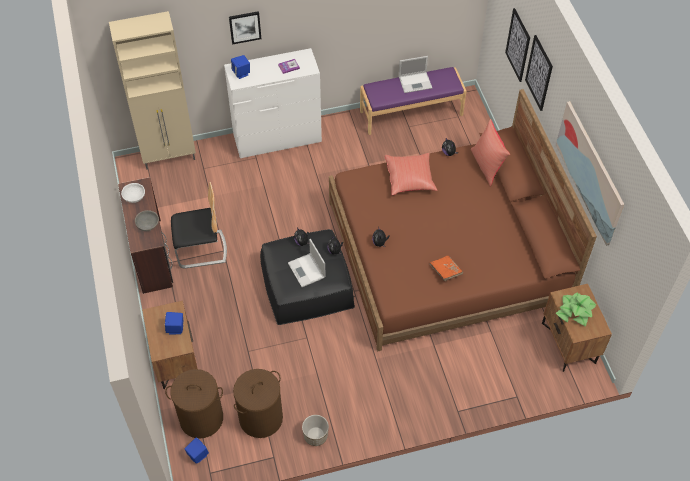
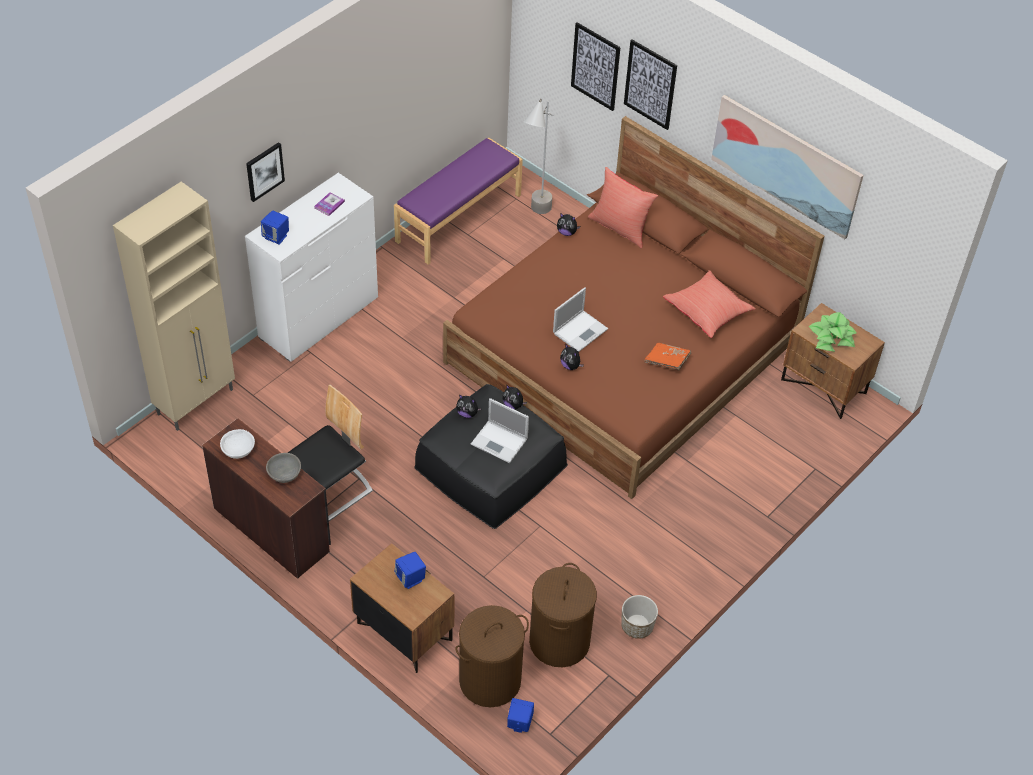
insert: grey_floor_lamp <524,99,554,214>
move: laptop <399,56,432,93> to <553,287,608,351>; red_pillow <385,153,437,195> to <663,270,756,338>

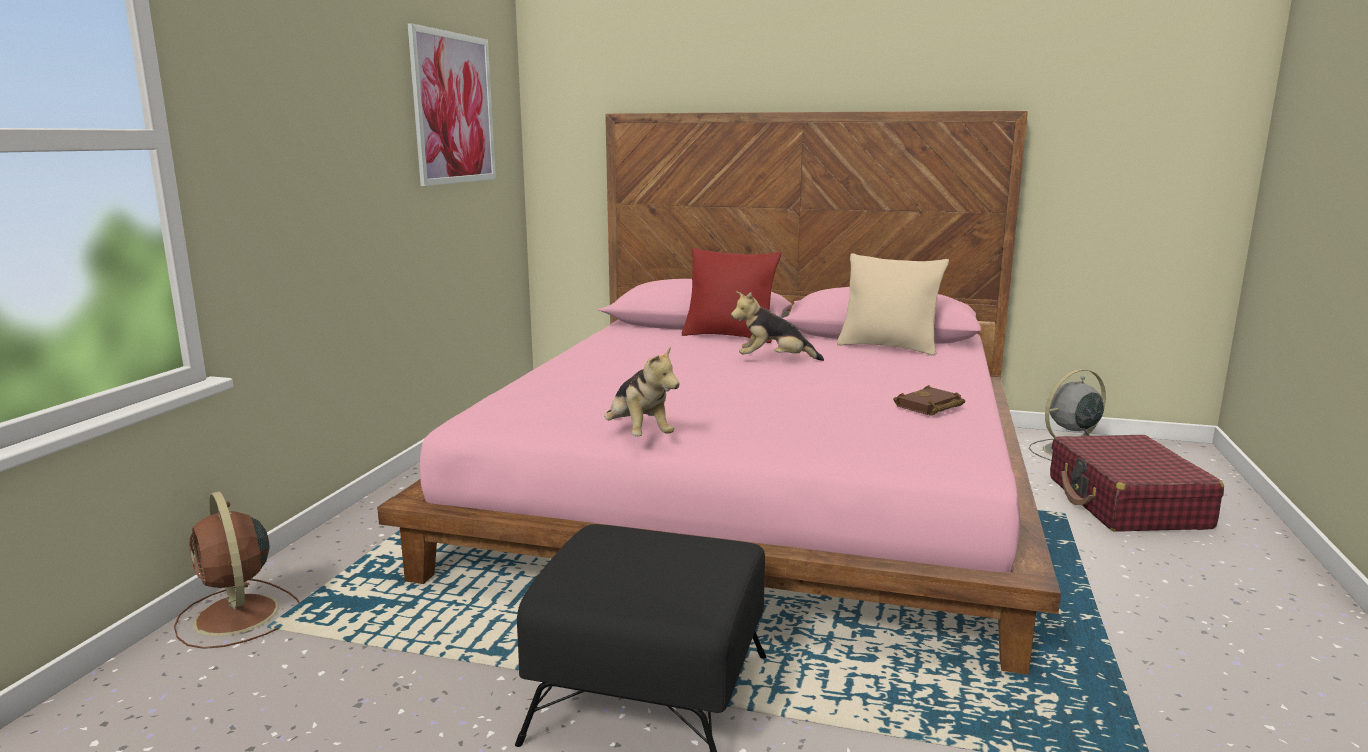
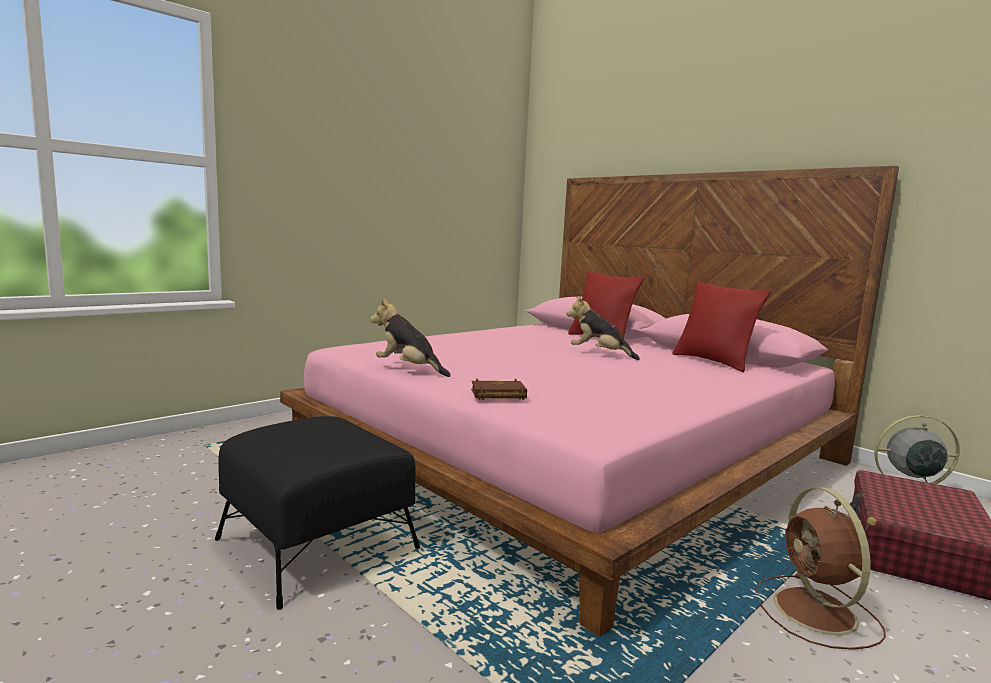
delete: picture <408,23,496,186>
move: brown_book <893,385,965,416> to <471,378,527,400>; brown_fan <174,491,300,649> to <755,487,886,650>
recolor: beige_pillow <837,253,949,356> to red_pillow <672,281,771,372>
rotate: plush_toy <604,346,679,436> = <370,298,451,377> 120 degrees clockwise

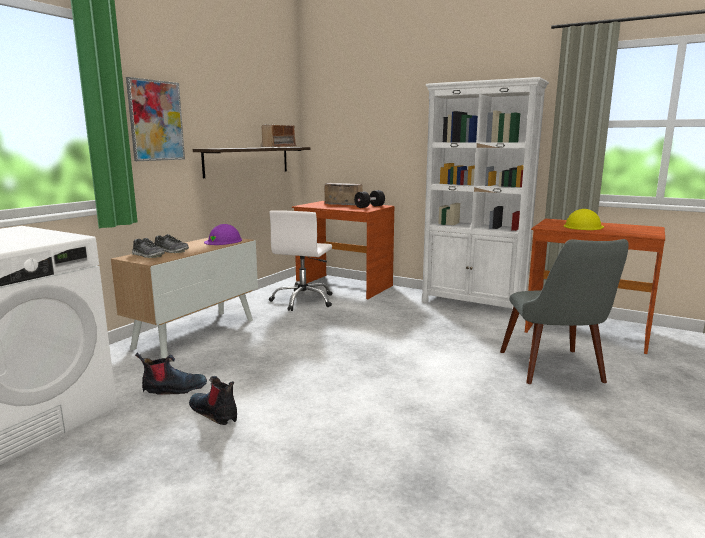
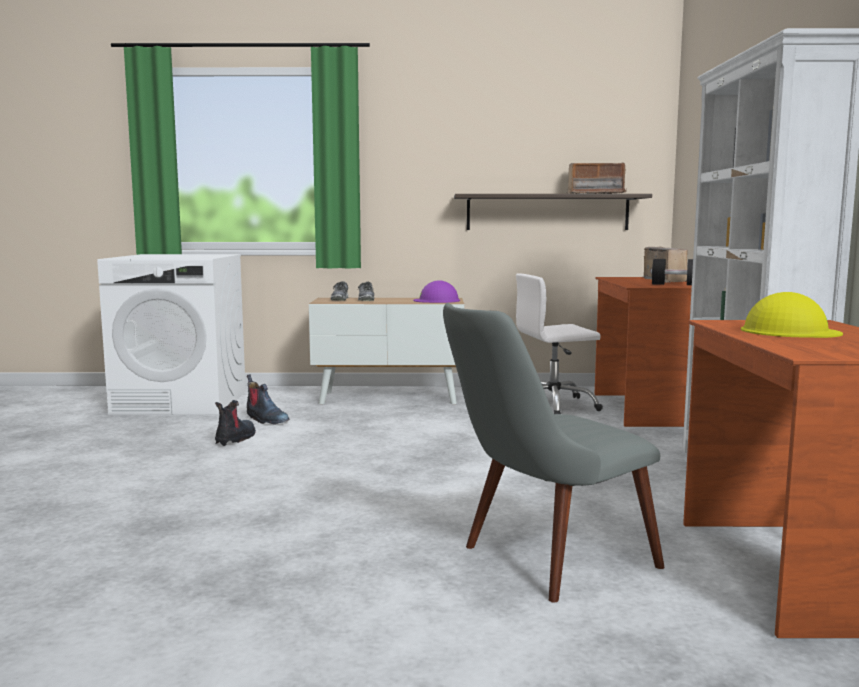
delete: picture <126,77,185,161>

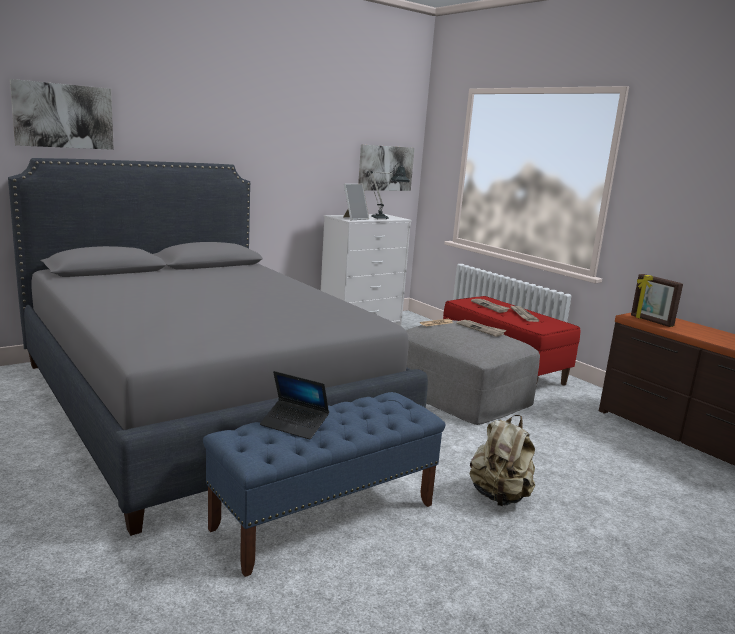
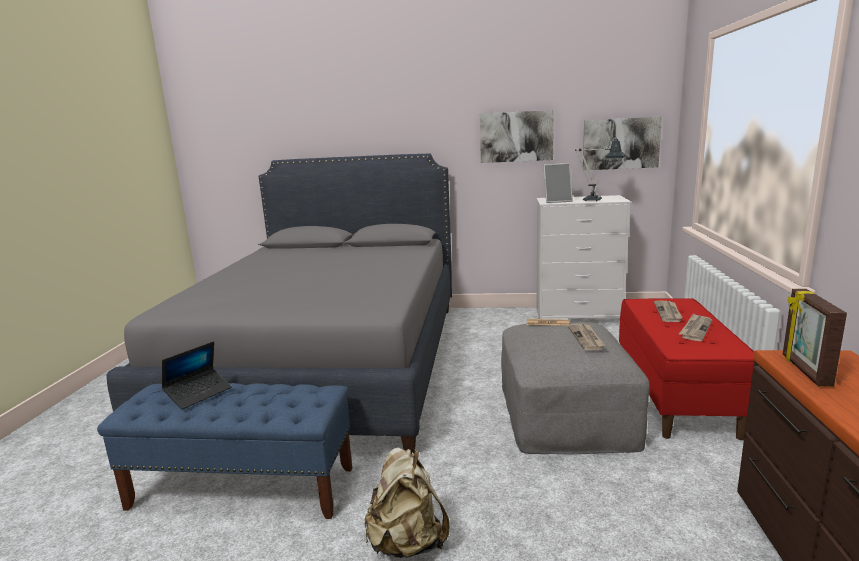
move: picture <10,79,114,150> to <480,110,554,163>
rotate: laptop <260,371,329,440> = <162,341,232,409> 120 degrees counterclockwise

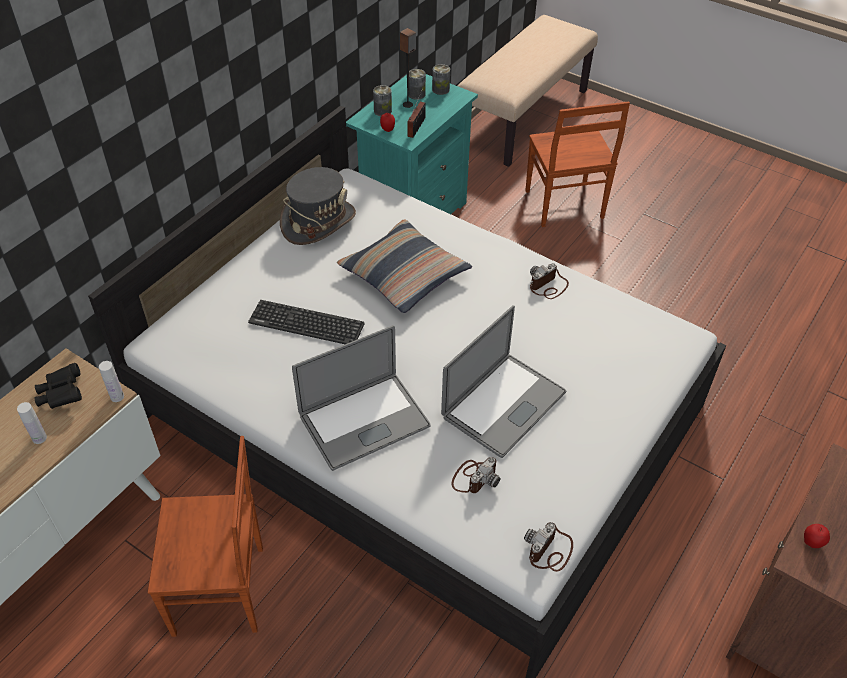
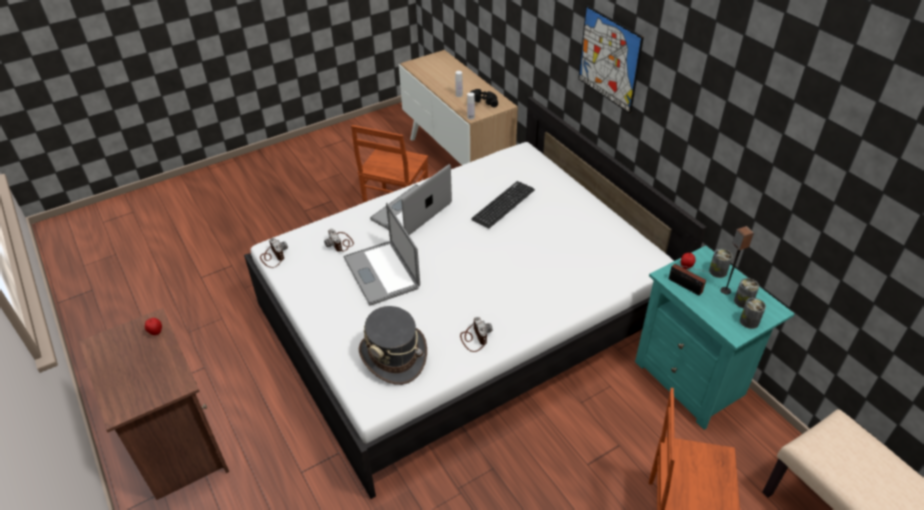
delete: pillow <337,219,472,313>
insert: picture <578,5,644,114>
move: grey_hat <280,167,356,245> to <359,306,427,385>
rotate: laptop <292,325,431,471> = <370,164,452,235> 45 degrees clockwise

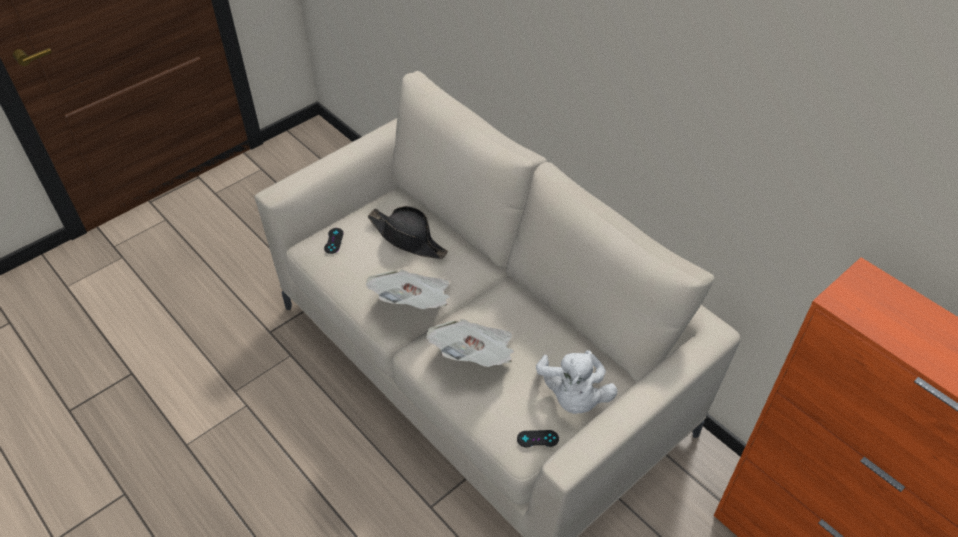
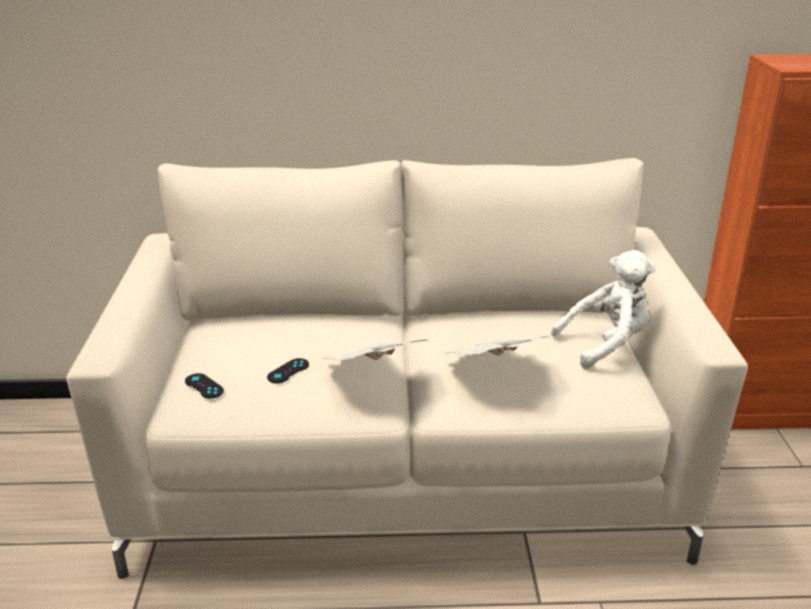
delete: black_hat <367,206,448,259>
move: black_game_controller <517,430,559,447> to <267,358,309,383>
rotate: white_plush_toy <536,350,618,414> = <551,250,656,369> 60 degrees counterclockwise

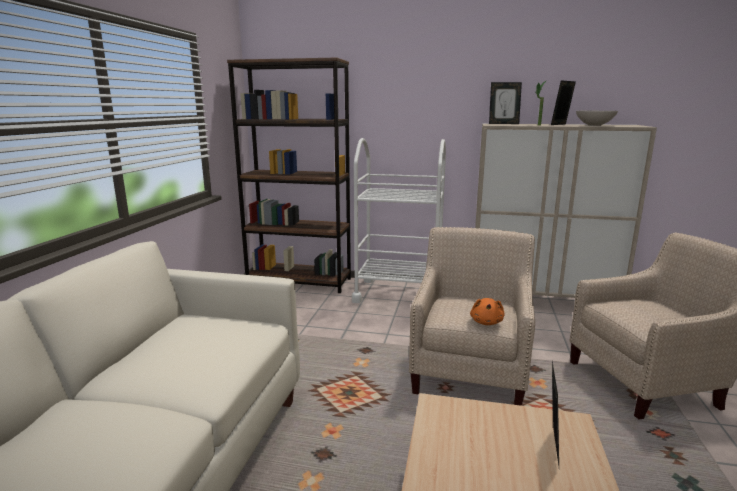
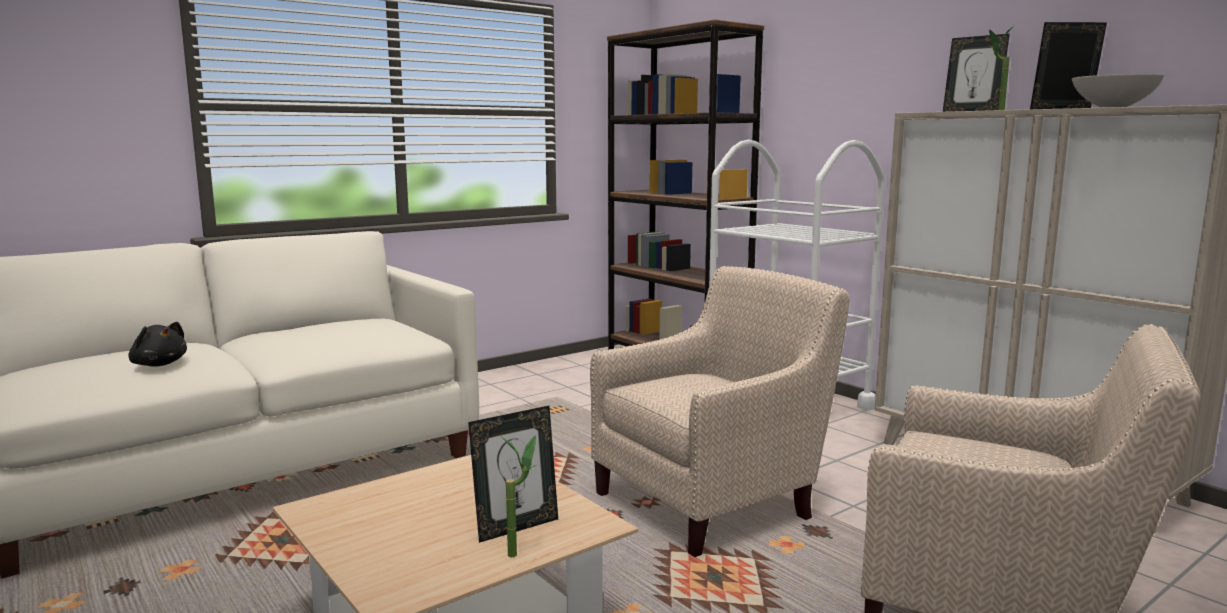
delete: orange_plush_toy <470,298,504,325>
insert: black_plush_toy <128,322,187,367>; potted_plant <502,435,537,558>

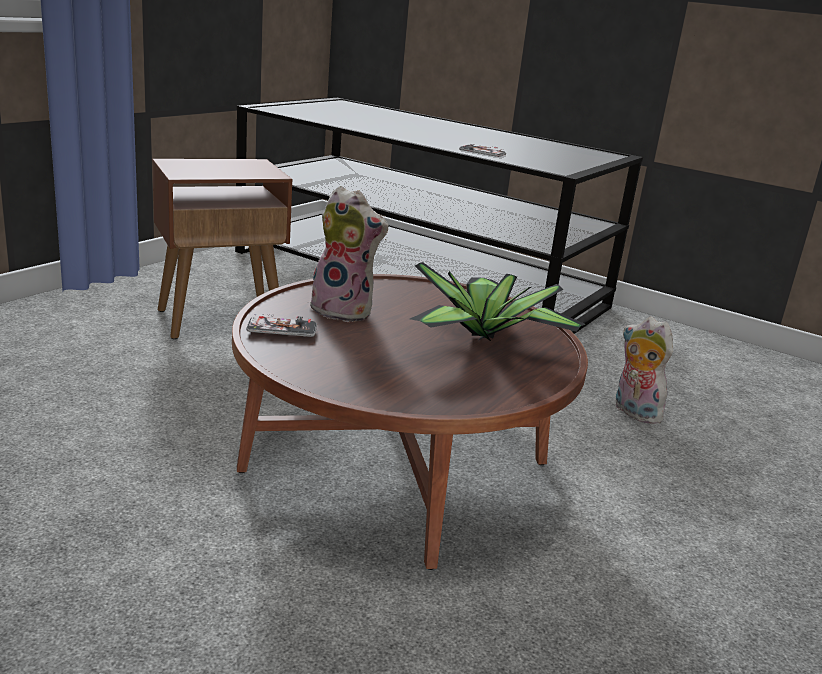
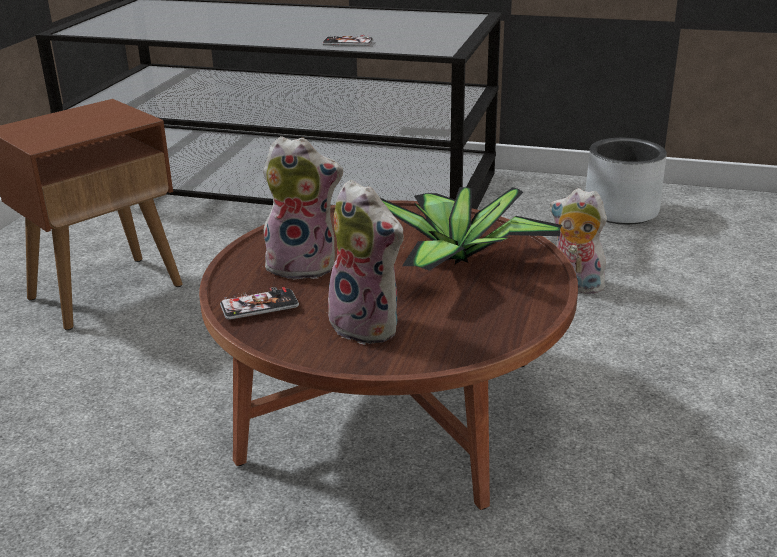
insert: plush_toy <327,180,405,345>; grey_planter <585,138,667,225>

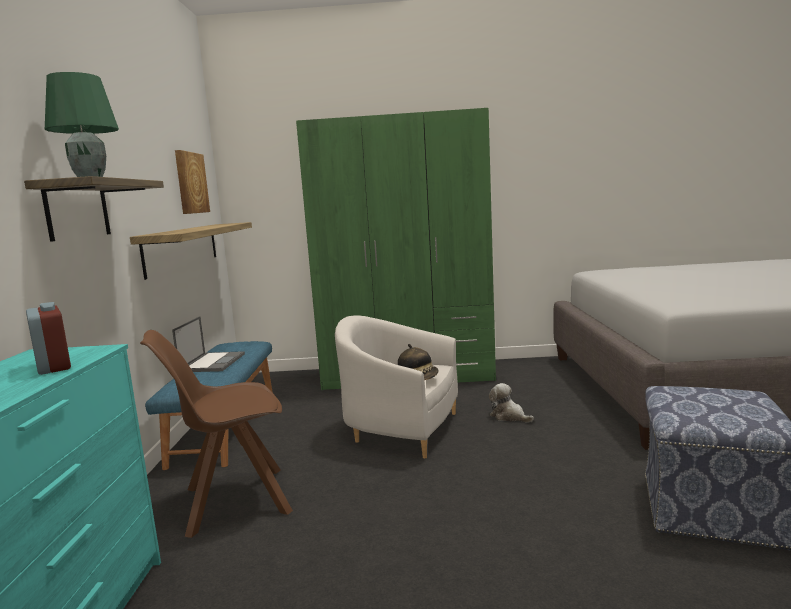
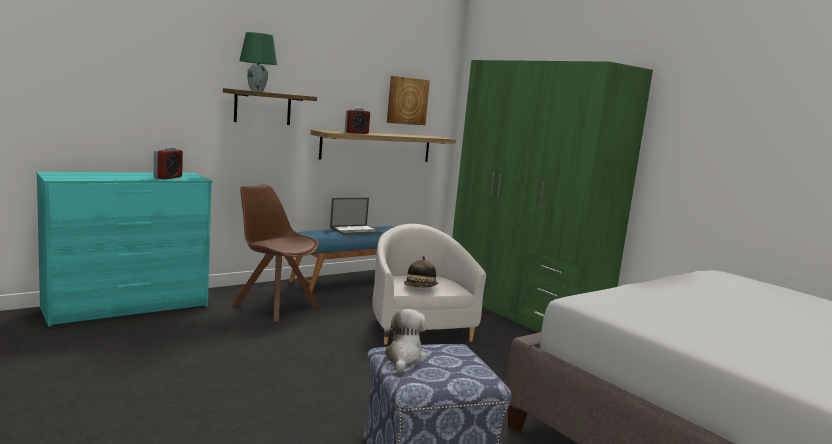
insert: alarm_clock <345,108,370,134>
move: plush_toy <489,383,534,423> to <384,309,427,372>

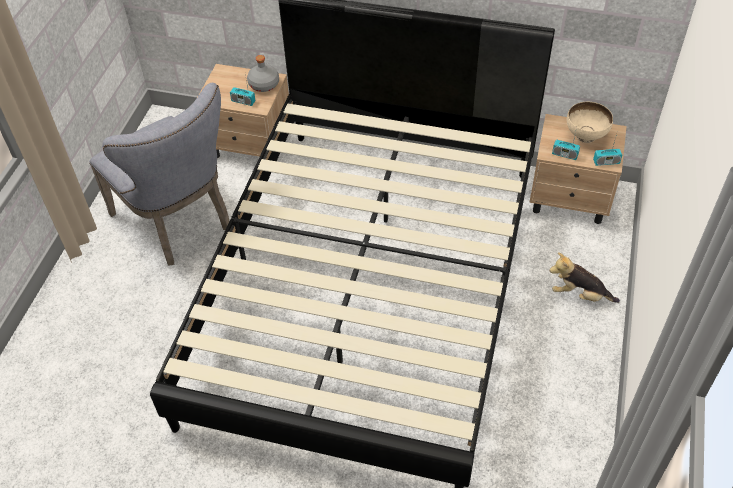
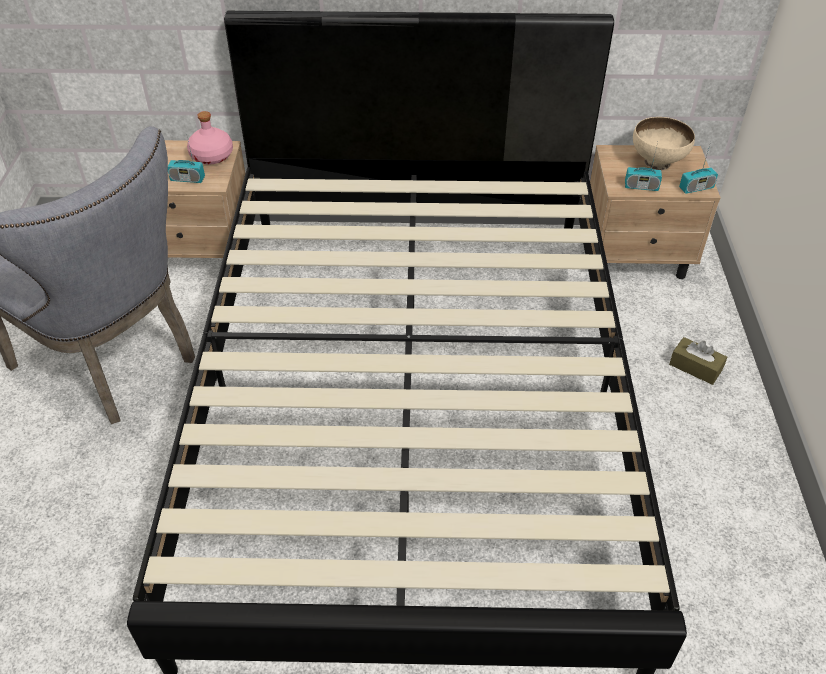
replace: plush_toy <549,252,620,303> to brown_tissue_box <669,337,727,385>
recolor: grey_bottle <247,55,279,92> to pink_bottle <187,111,233,164>

